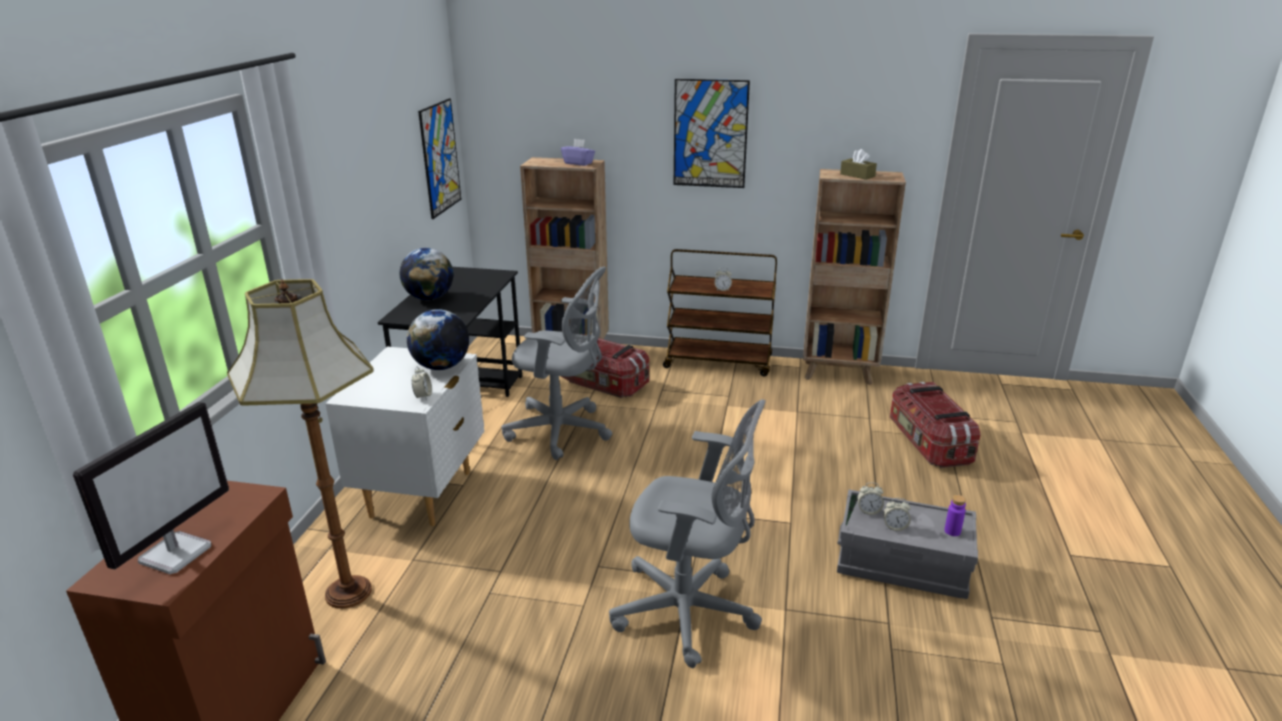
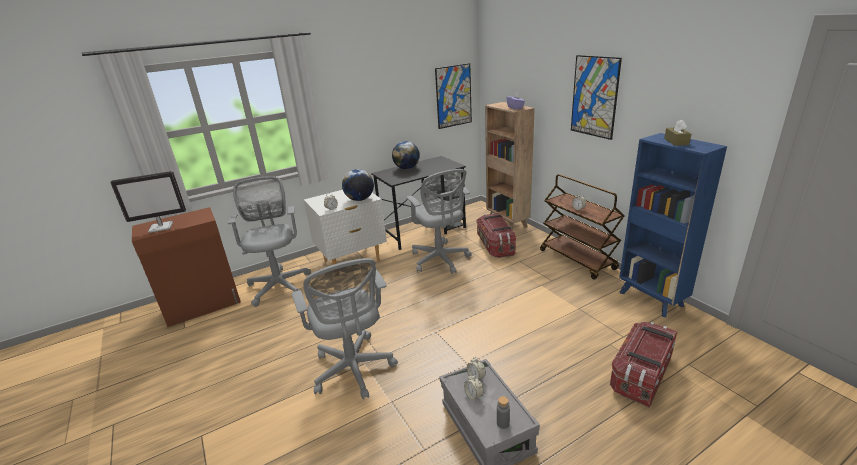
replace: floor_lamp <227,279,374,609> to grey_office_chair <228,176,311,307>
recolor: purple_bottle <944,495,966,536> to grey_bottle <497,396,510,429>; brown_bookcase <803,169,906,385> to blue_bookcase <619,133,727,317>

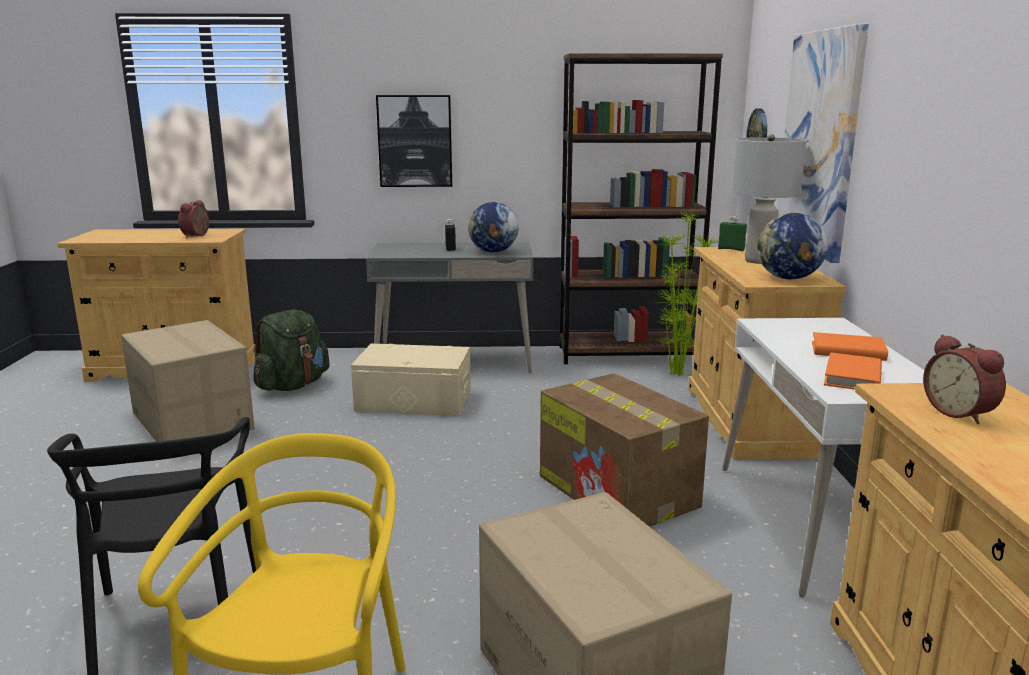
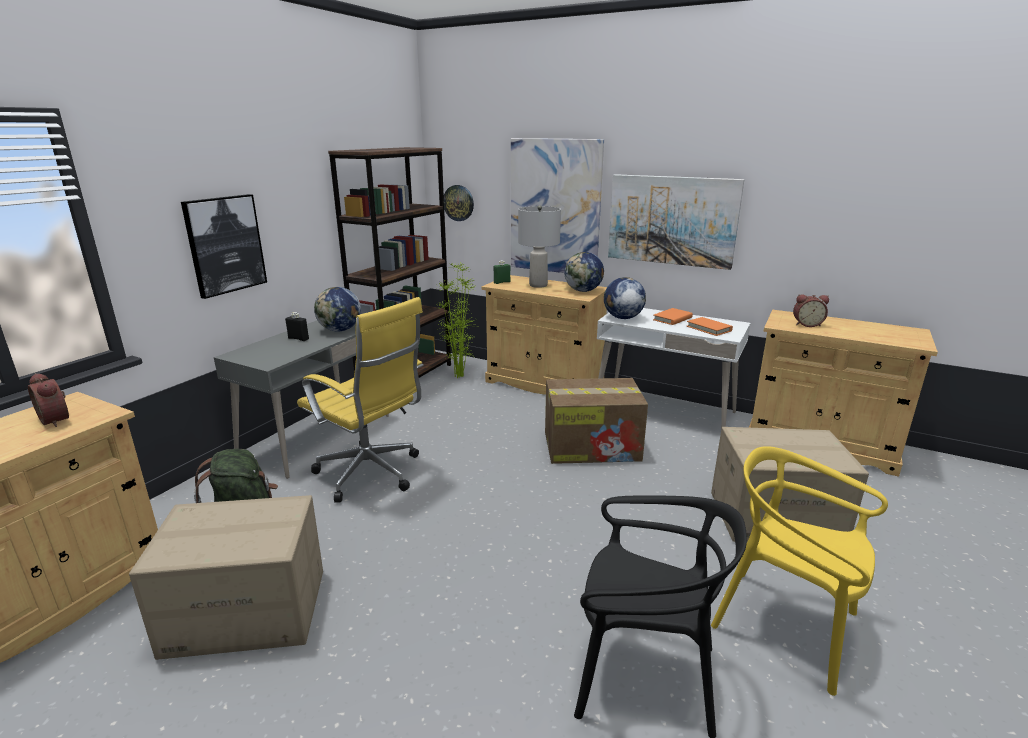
insert: globe <604,277,646,319>; picture <608,174,744,270>
replace: beige_storage_box <351,344,471,416> to yellow_office_chair <297,297,424,502>

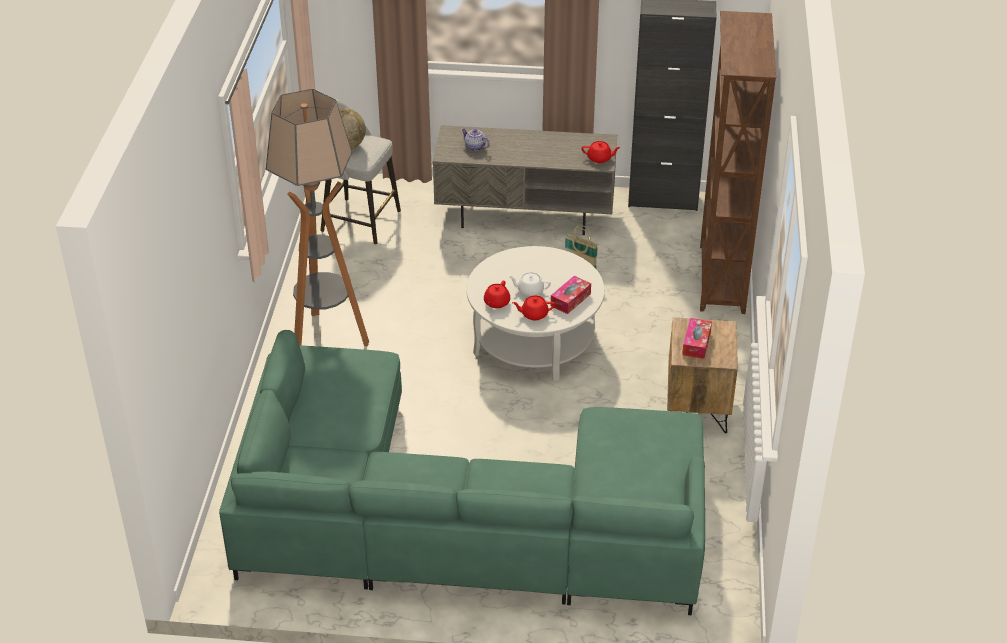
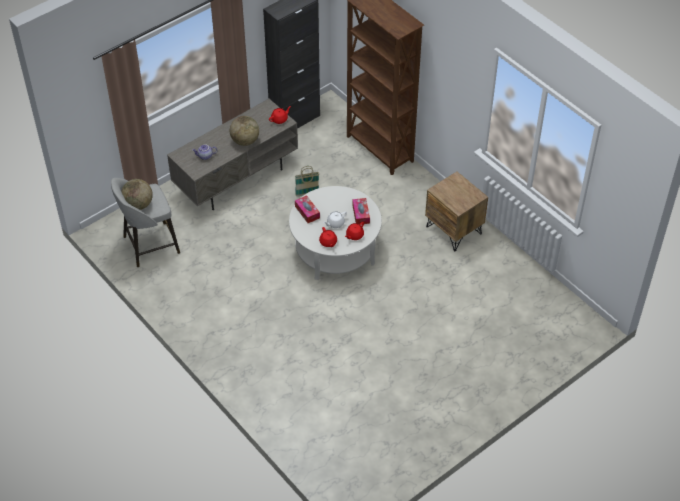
delete: green_sofa <219,330,705,615>; floor_lamp <266,89,369,346>
insert: globe <230,116,259,146>
move: tissue_box <682,318,712,359> to <295,195,320,223>

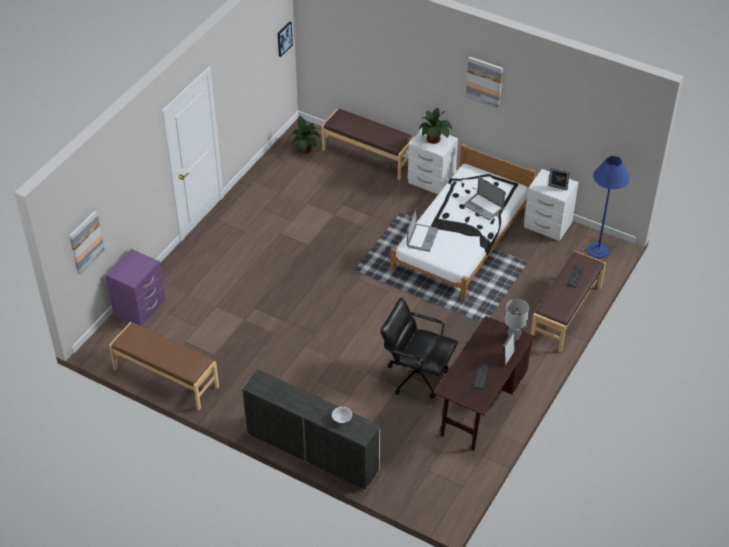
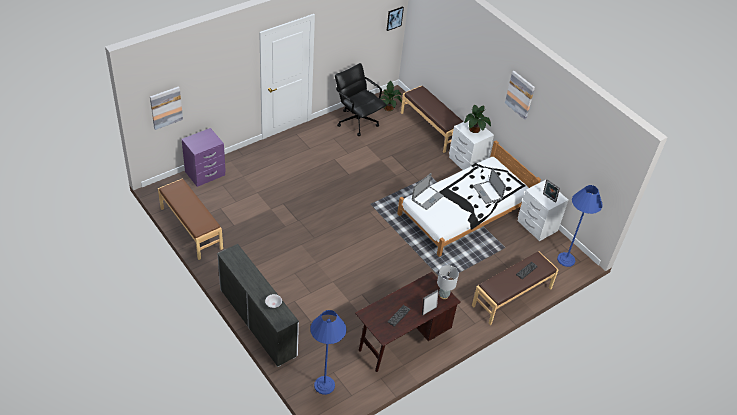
insert: blue_floor_lamp <310,310,346,395>
move: black_office_chair <380,297,458,399> to <335,63,386,136>

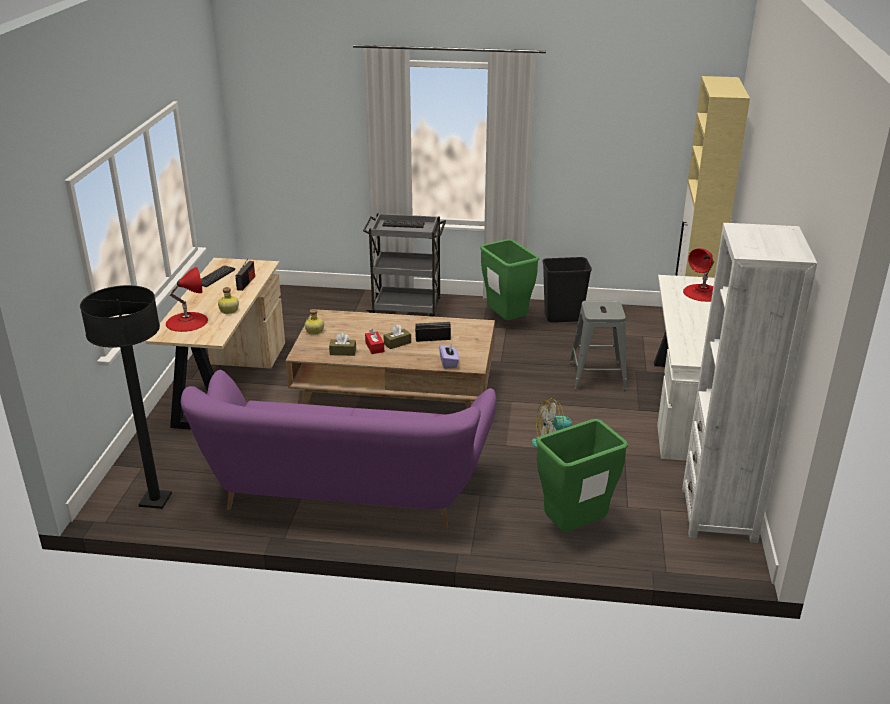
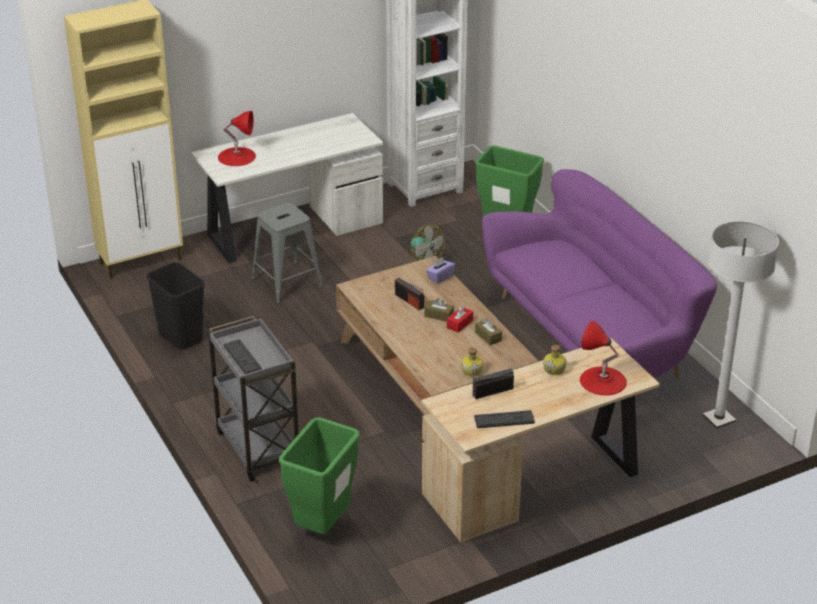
move: green_trash_can <480,239,539,320> to <279,417,360,535>
recolor: black_floor_lamp <80,285,172,509> to white_floor_lamp <703,221,779,429>

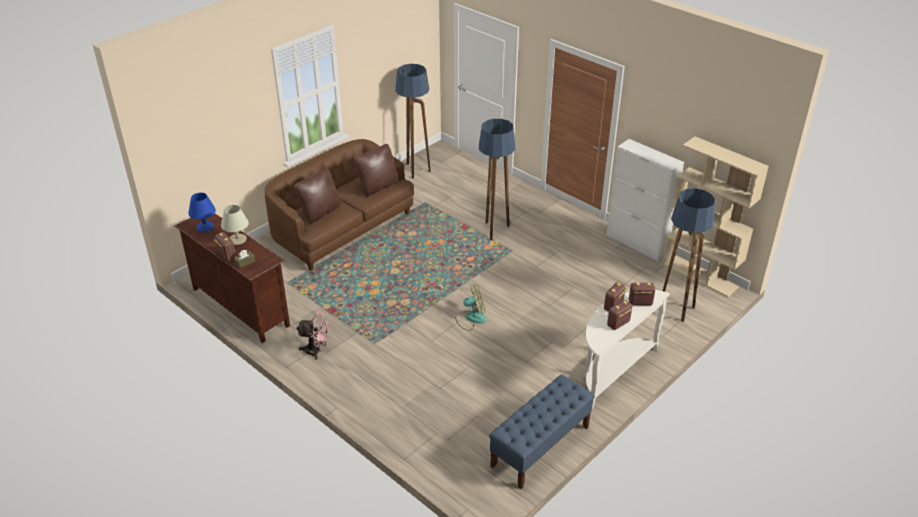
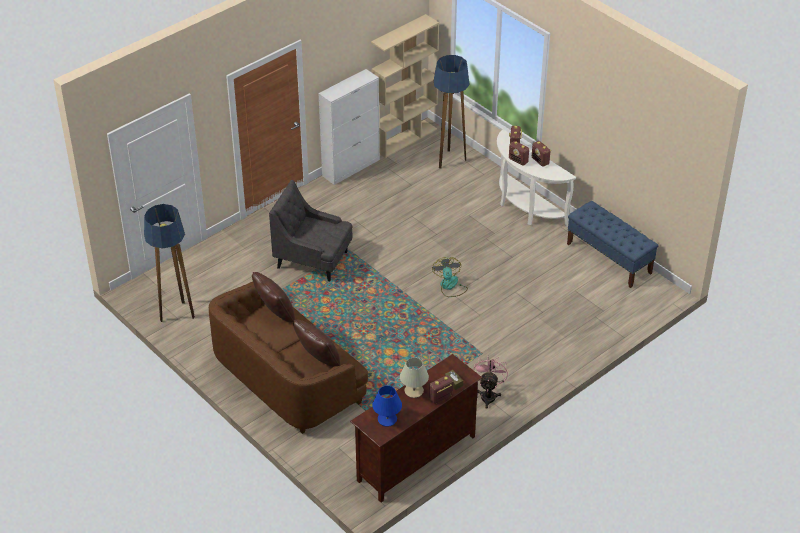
replace: floor_lamp <479,119,516,240> to grey_armchair <269,180,353,281>

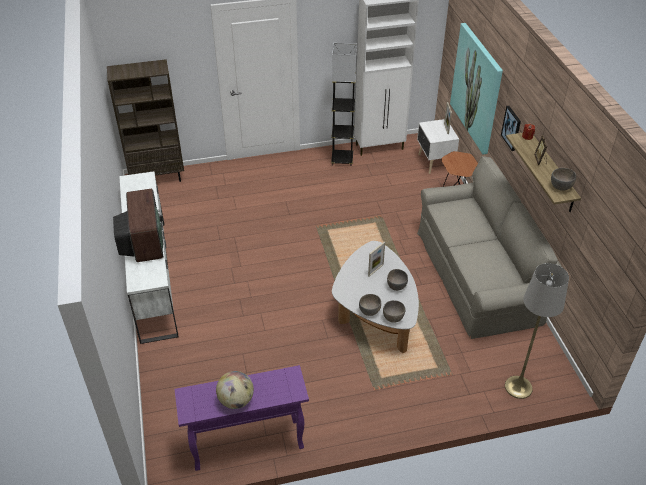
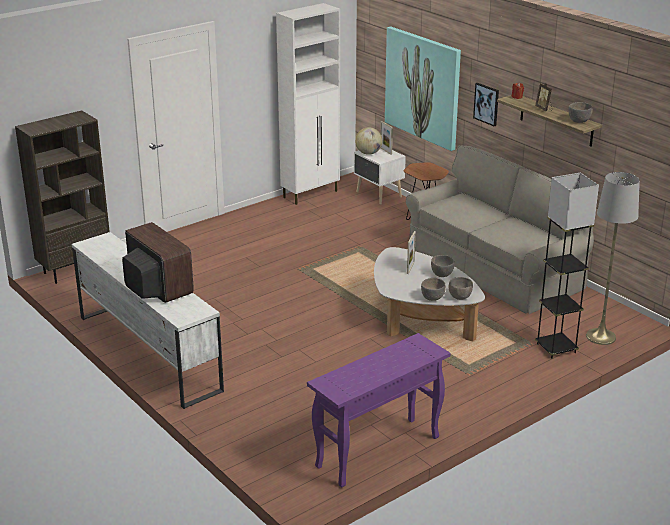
move: globe <216,371,254,409> to <355,127,382,155>; grey_floor_lamp <331,43,357,166> to <535,173,599,359>

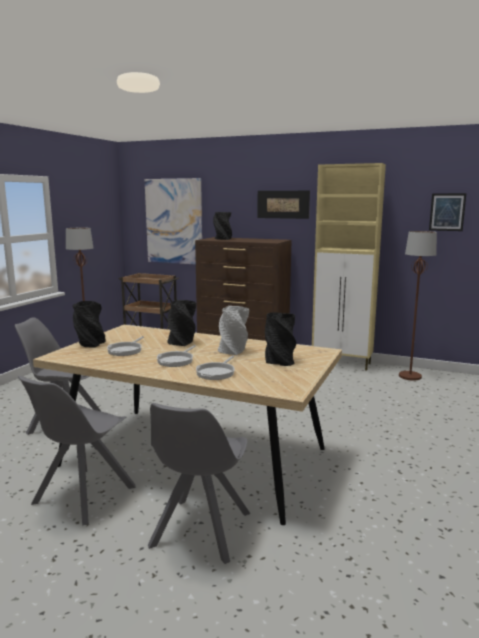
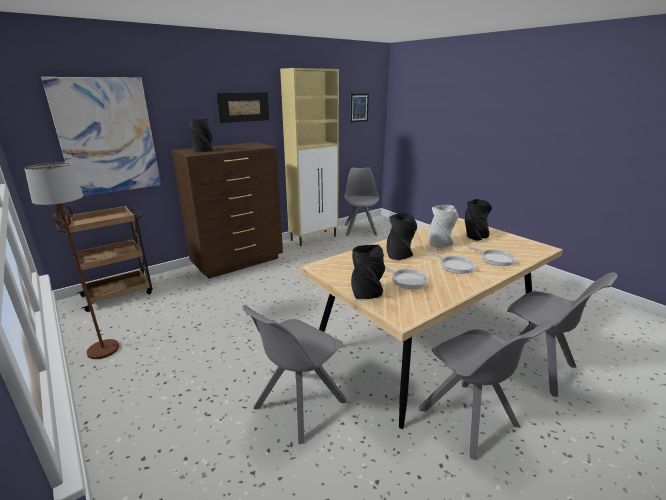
replace: brown_floor_lamp <399,231,437,381> to grey_chair <344,167,379,236>

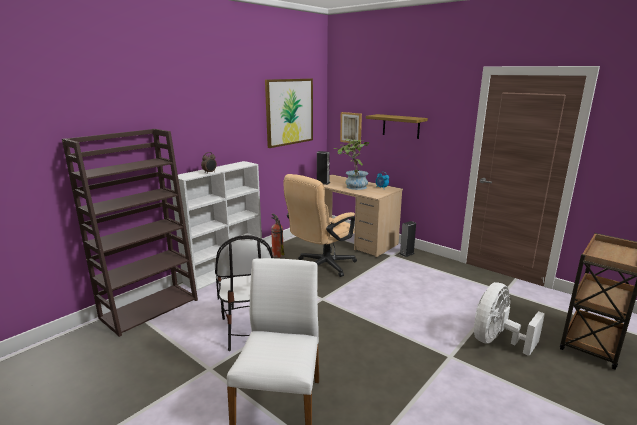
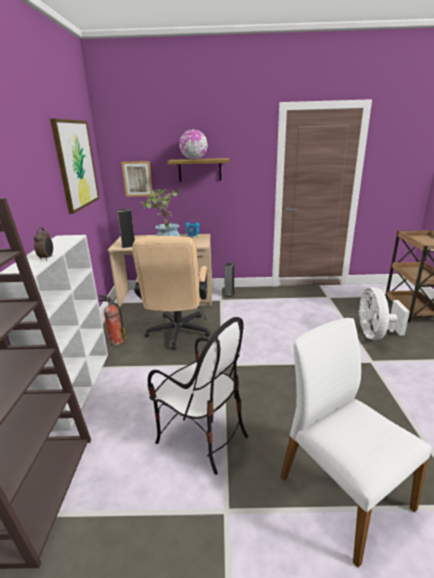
insert: globe <179,129,208,160>

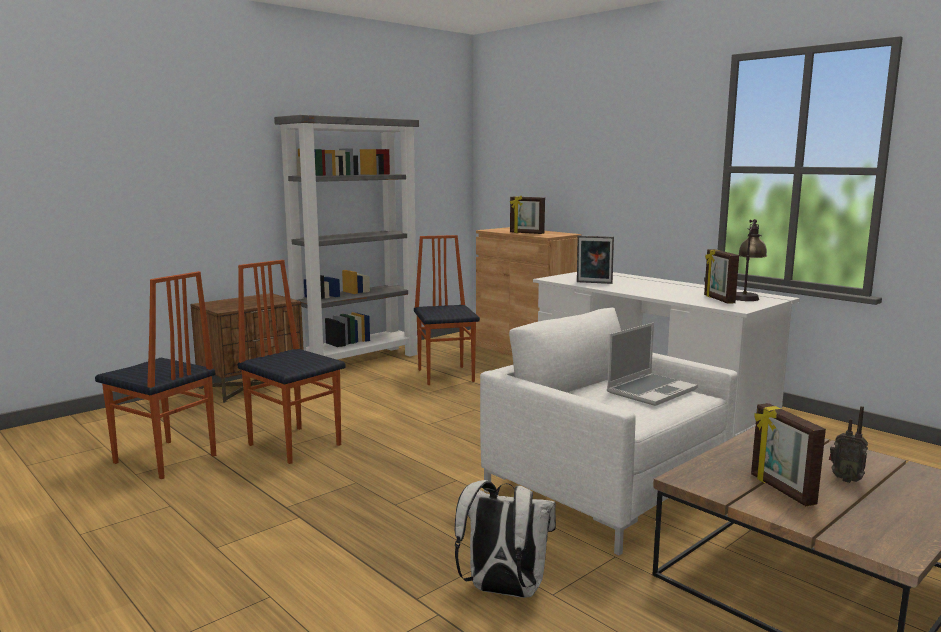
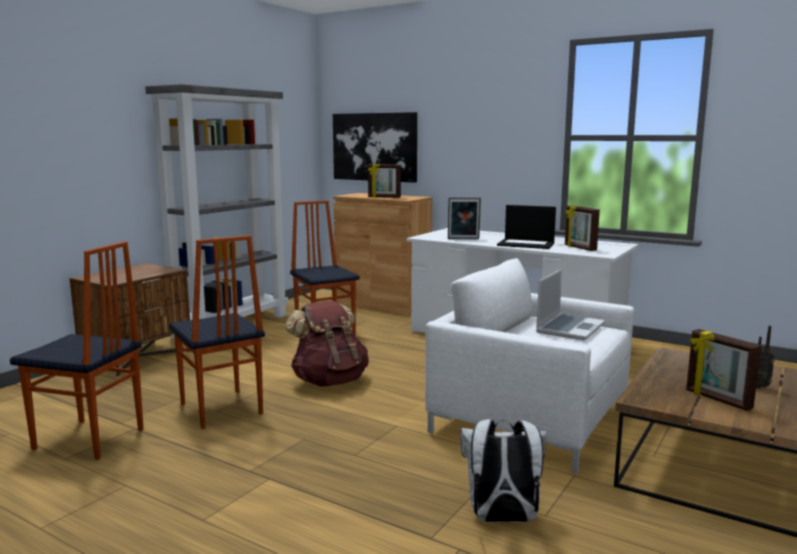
delete: table_lamp <736,219,767,301>
insert: brown_backpack <285,300,369,386>; picture <333,112,417,183>; laptop <497,205,556,249>
rotate: chair <237,260,346,464> = <169,235,265,429> 150 degrees counterclockwise

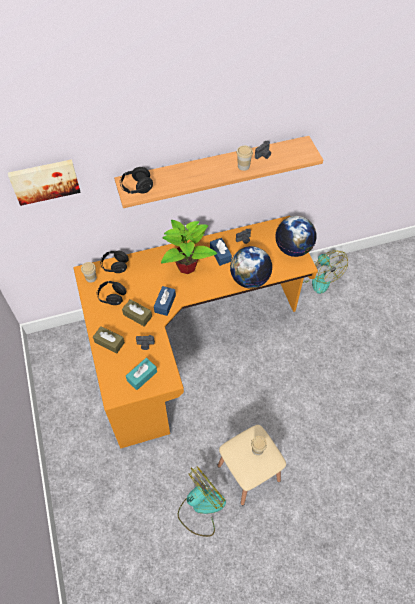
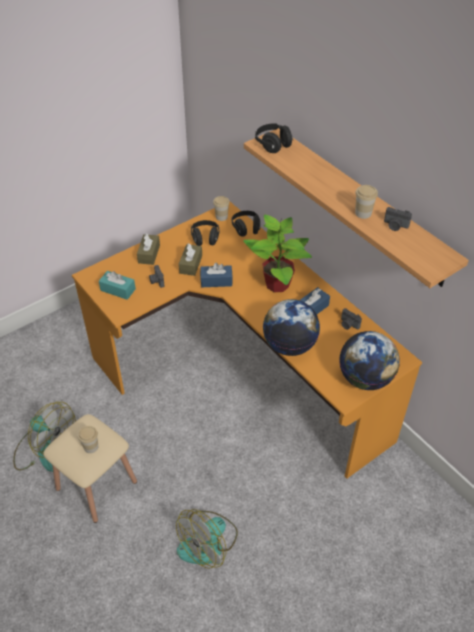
delete: picture <8,159,81,206>
move: fan <303,250,348,294> to <176,509,238,569>

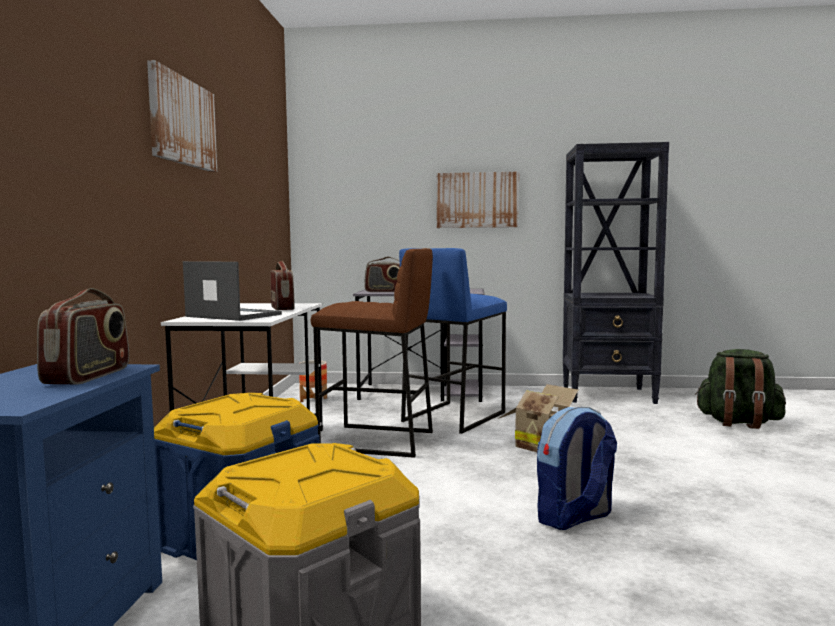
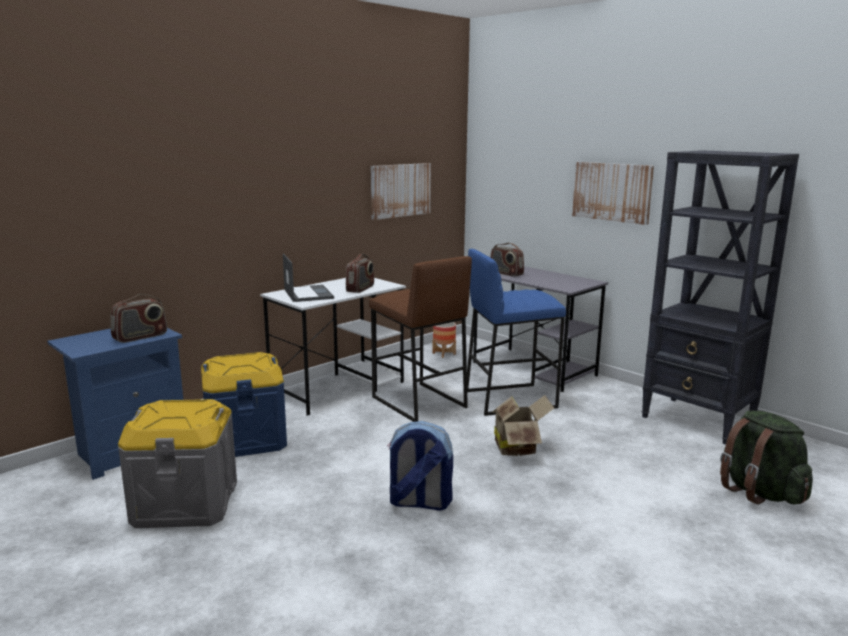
move: picture <147,60,217,172> to <371,163,431,220>

